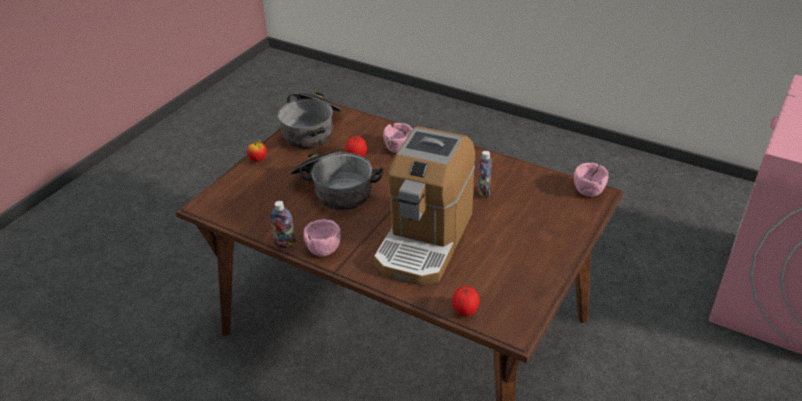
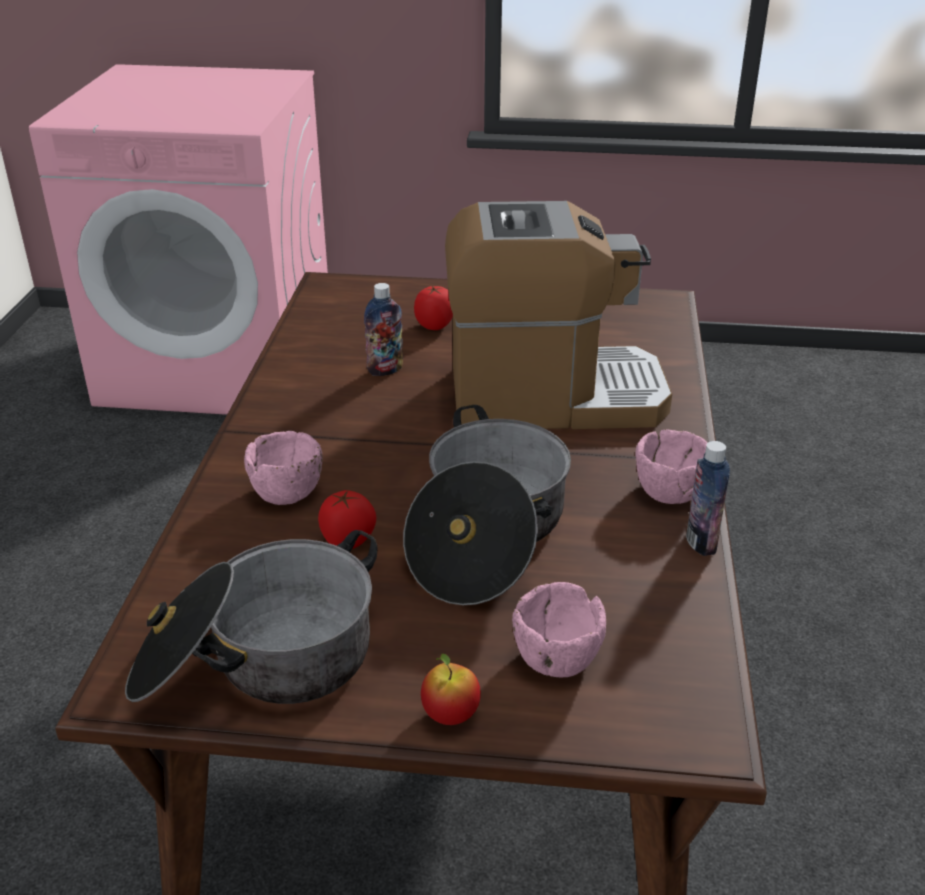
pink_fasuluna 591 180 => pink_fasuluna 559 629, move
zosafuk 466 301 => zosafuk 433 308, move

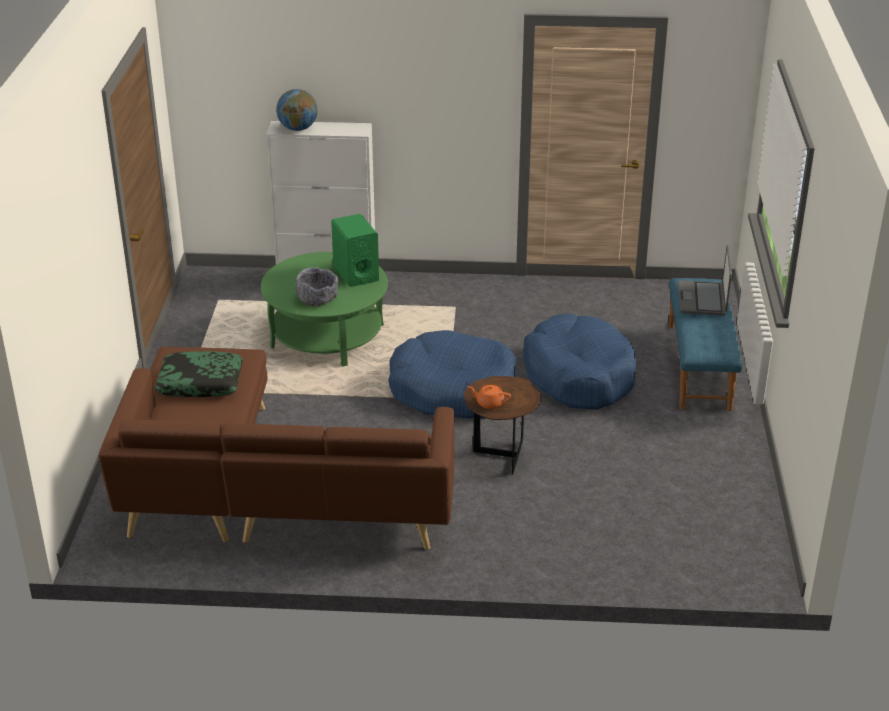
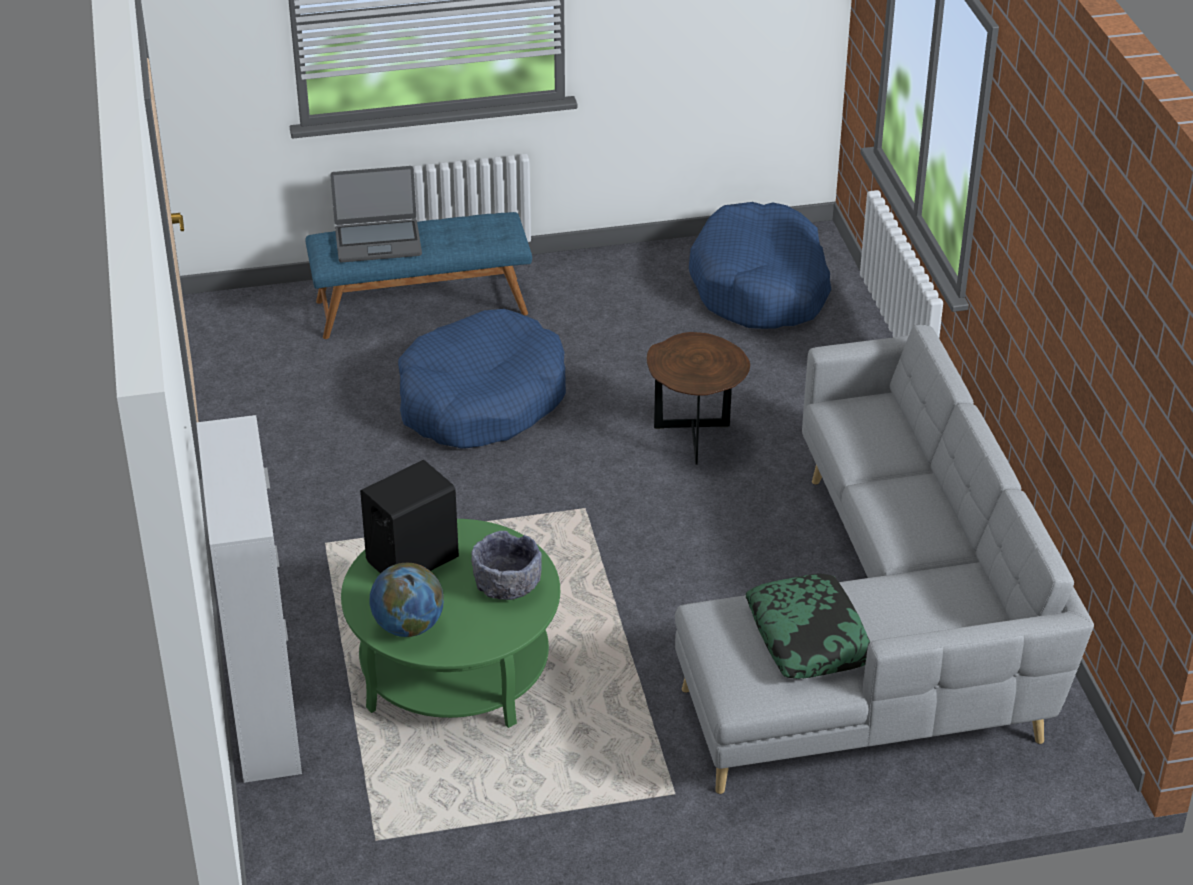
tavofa 297 110 => tavofa 407 600, move
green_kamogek 355 250 => black_kamogek 409 516
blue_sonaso 452 374 => blue_sonaso 760 265, move
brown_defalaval 276 448 => grey_defalaval 884 559
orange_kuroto 489 396 => nothing

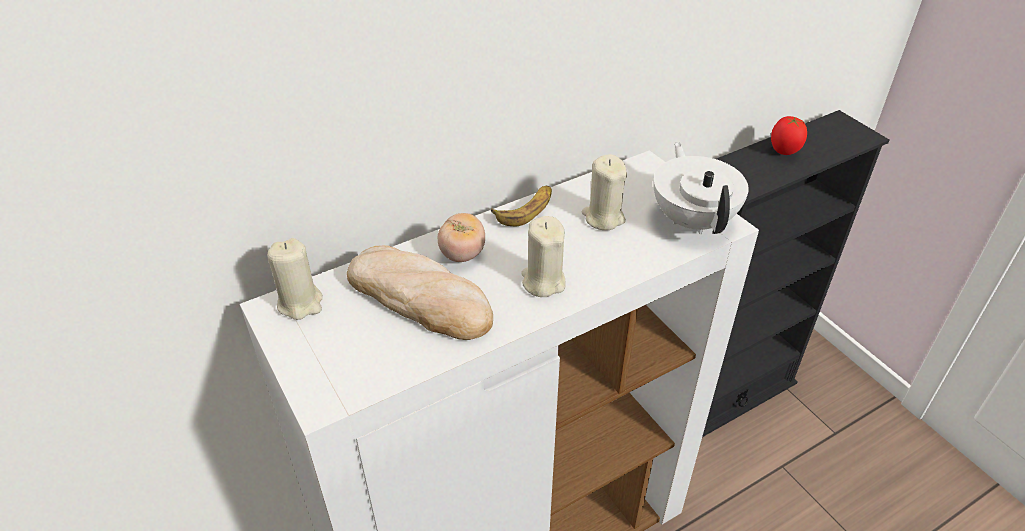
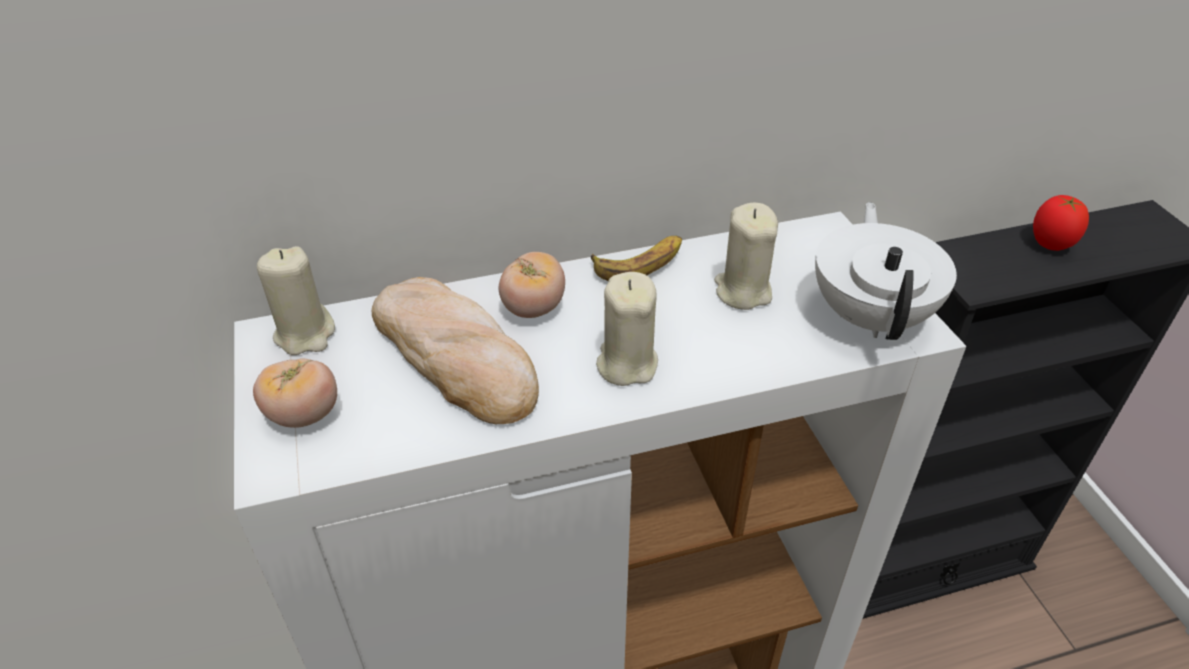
nothing => zosafuk 295 393

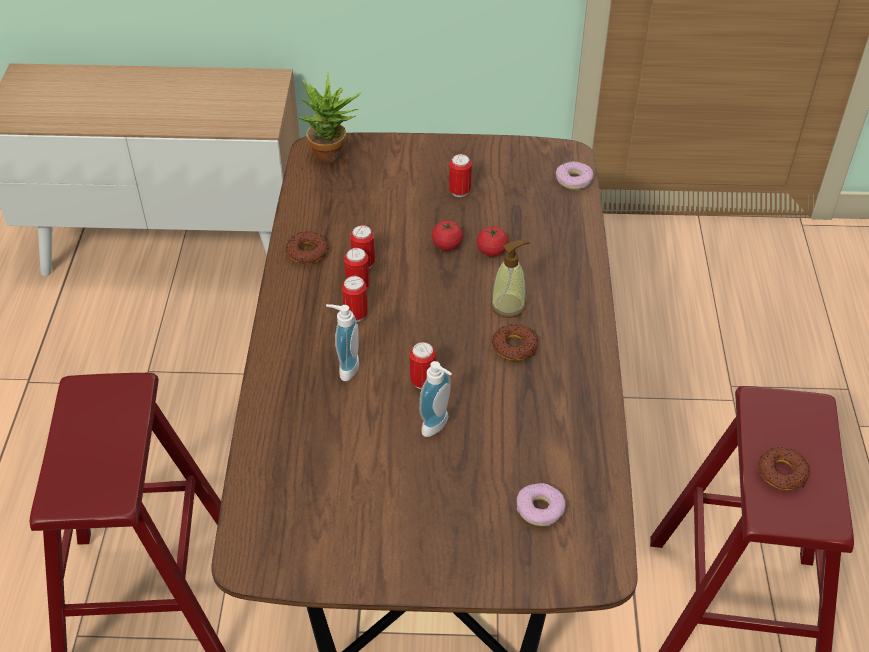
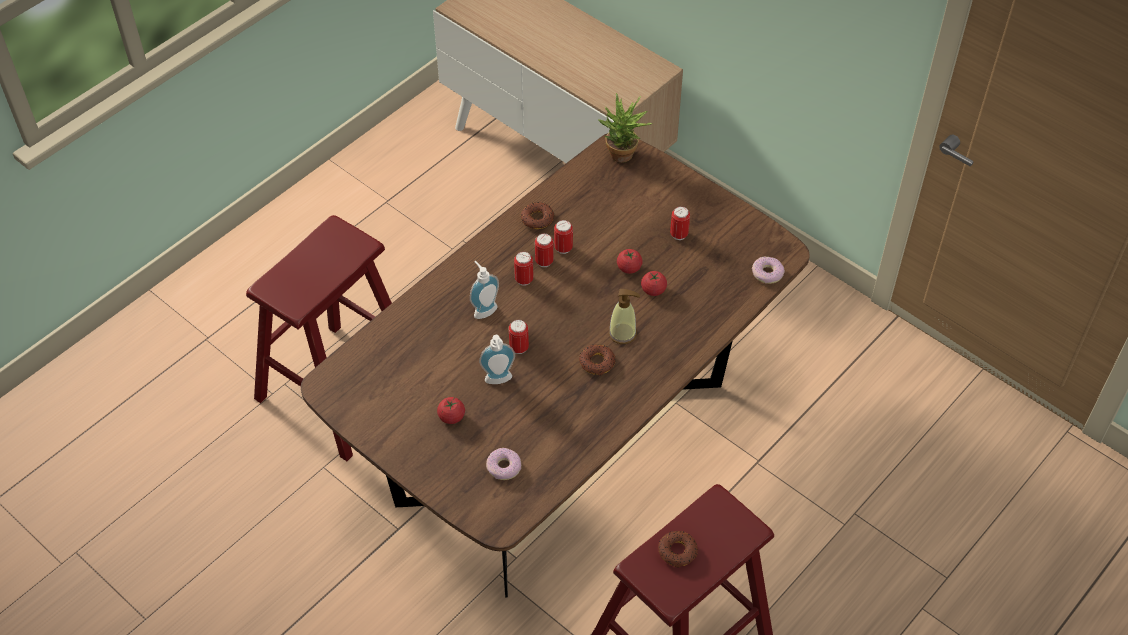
nothing => zosafuk 451 410

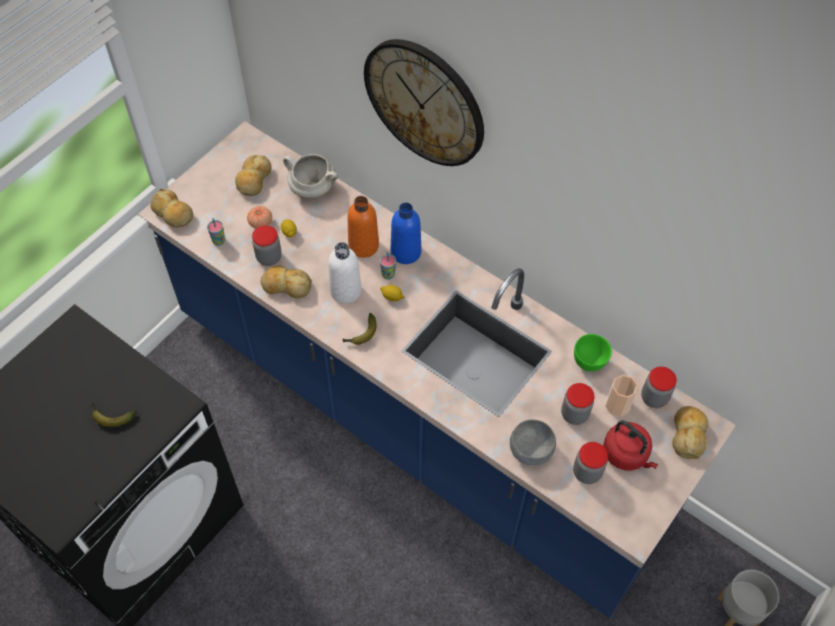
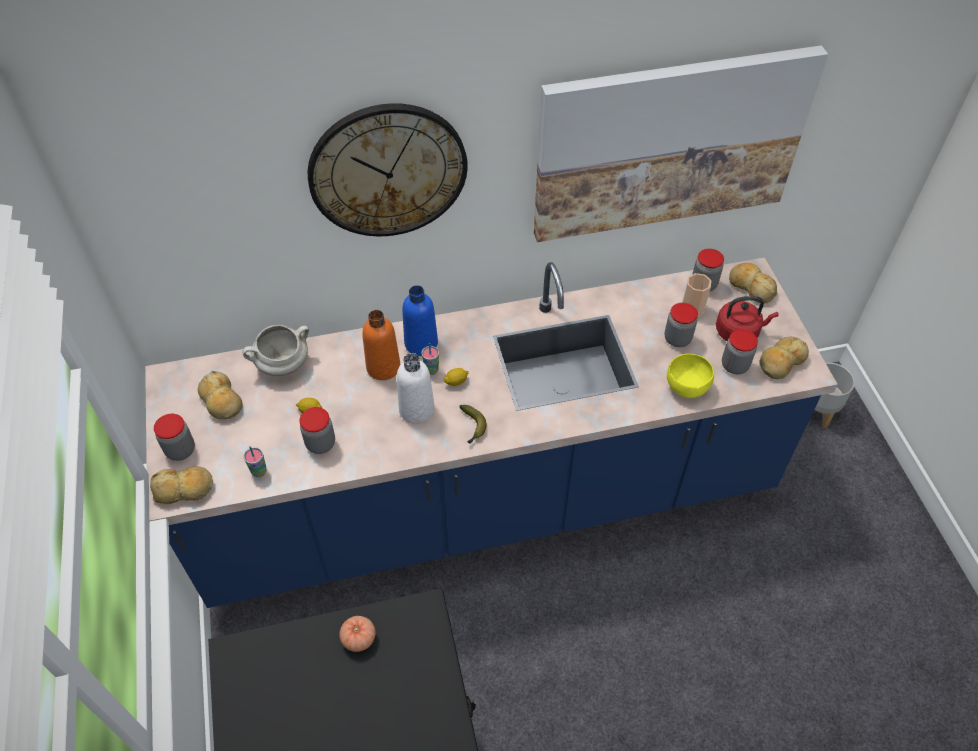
zosafuk 259 217 => zosafuk 357 634, move
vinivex 286 281 => vinivex 784 358, move
green_fasuluna 593 352 => nothing
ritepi 114 415 => nothing
grey_fasuluna 533 442 => yellow_fasuluna 690 376
nothing => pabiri 681 144
nothing => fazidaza 174 437

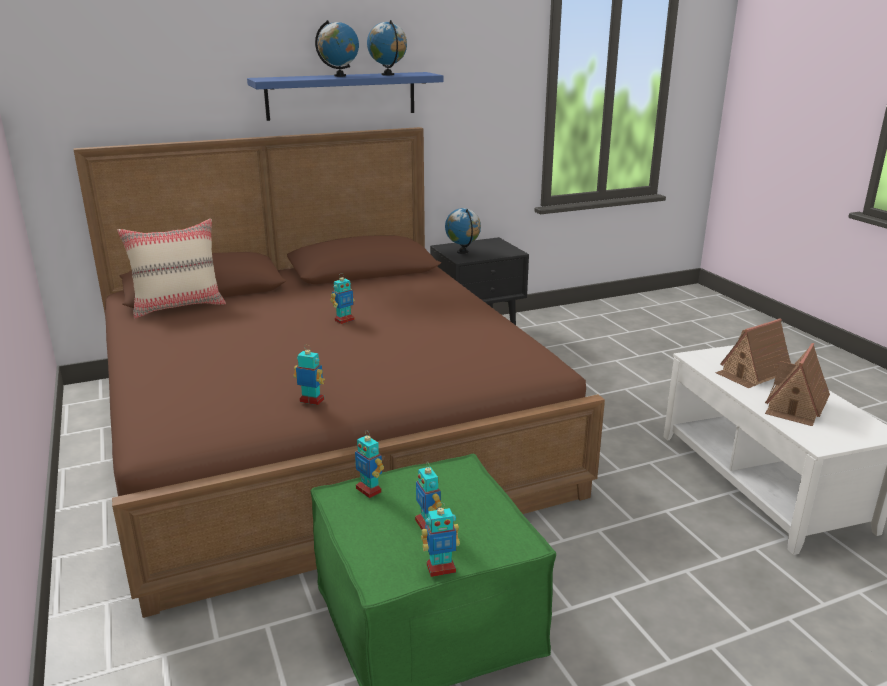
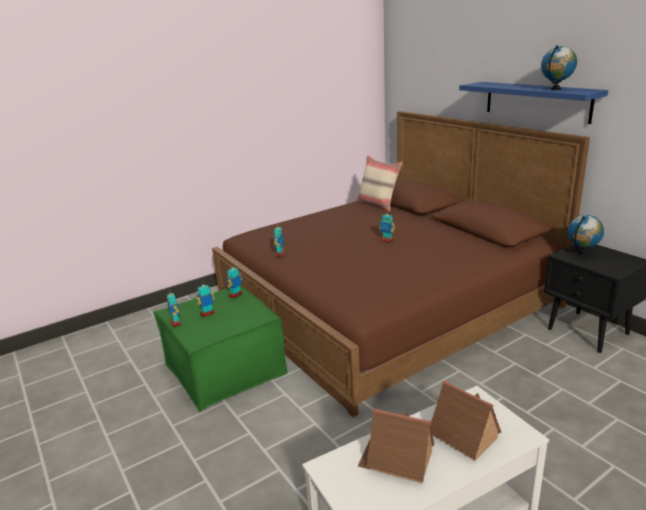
tavofa 337 48 => nothing

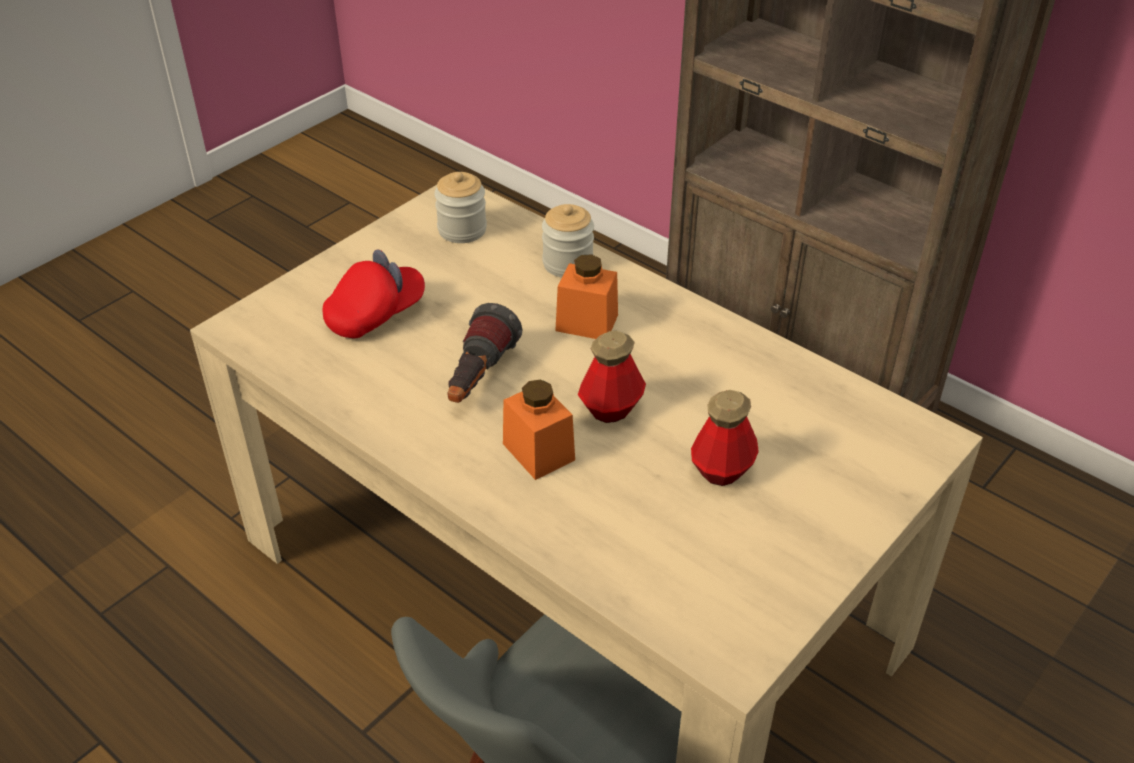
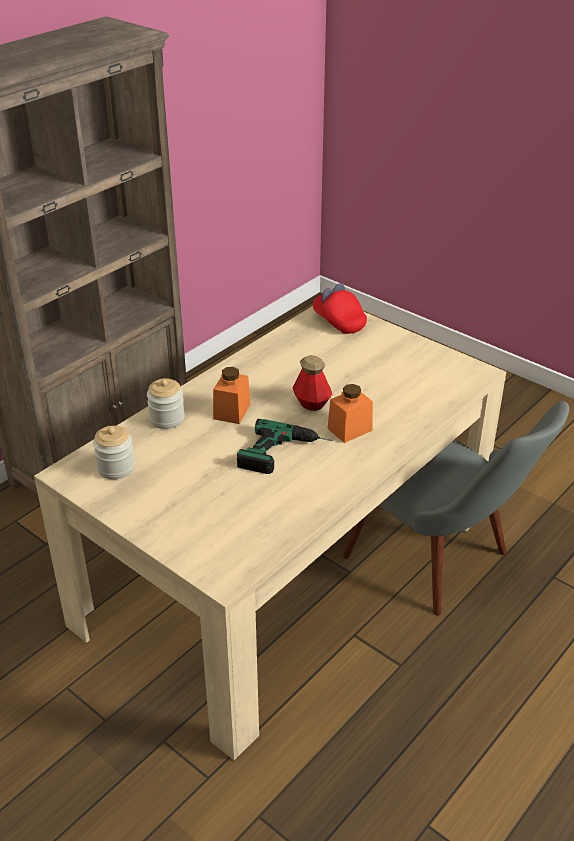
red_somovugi 373 293 => red_somovugi 340 309, move
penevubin 484 353 => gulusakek 285 446
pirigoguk 725 438 => nothing

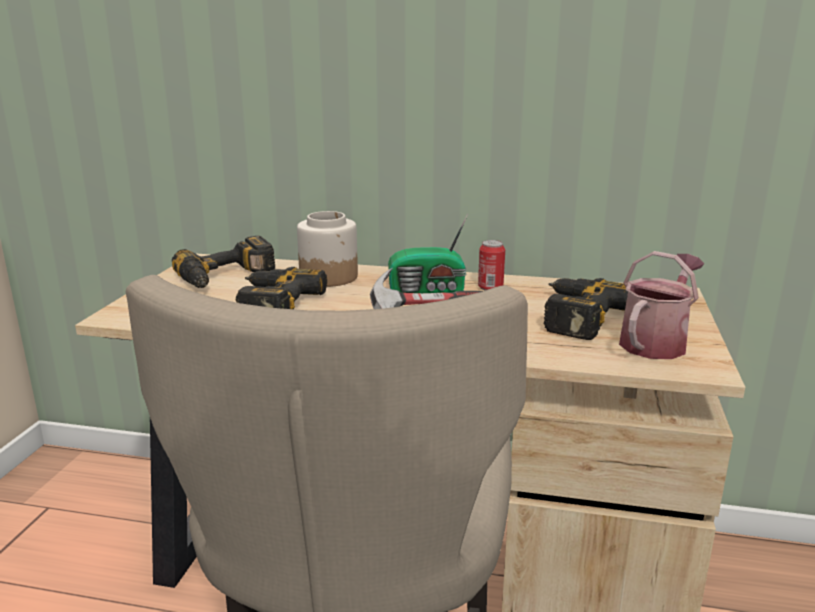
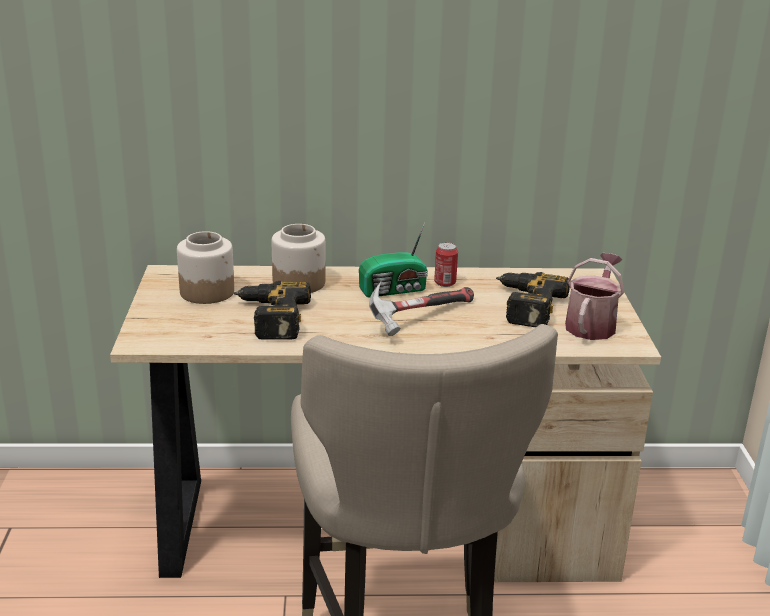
gulusakek 223 262 => fazidaza 205 267

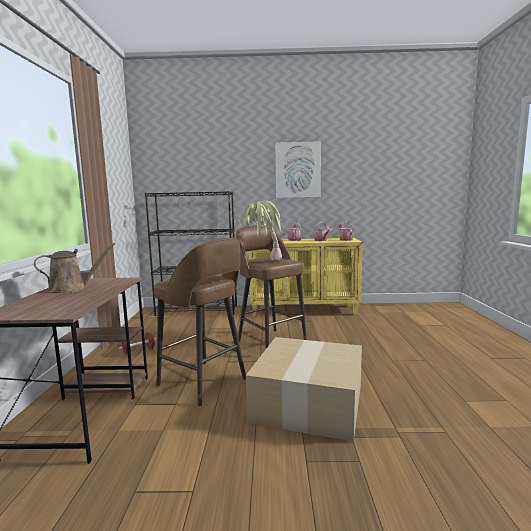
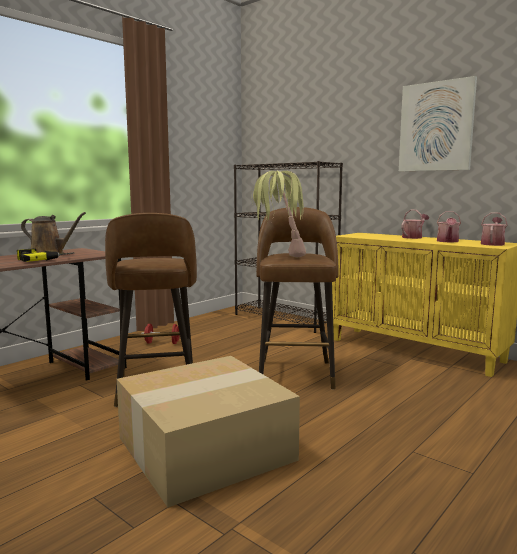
nothing => gulusakek 45 255

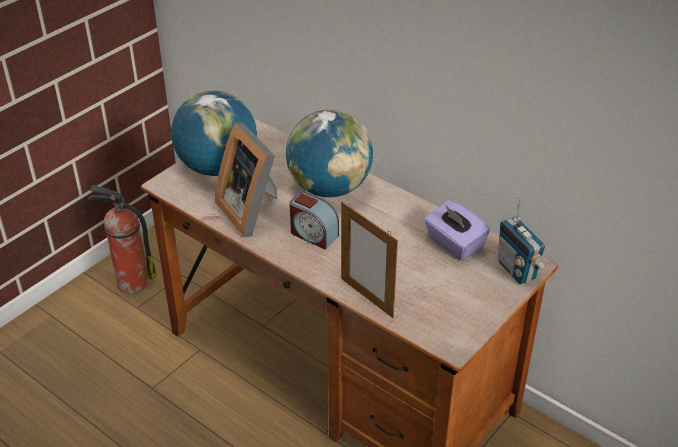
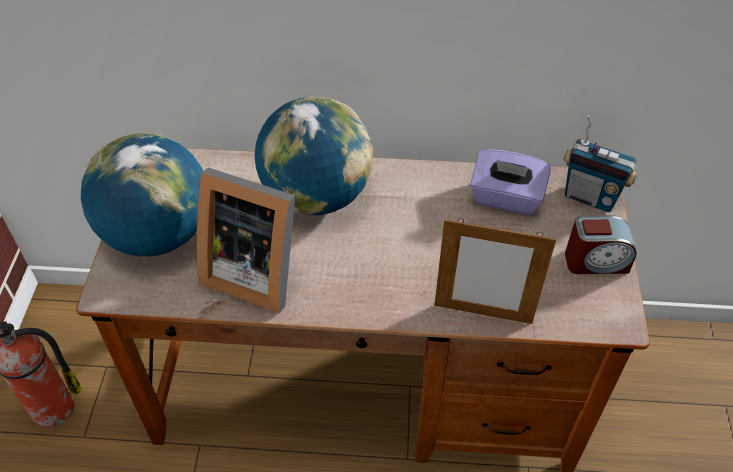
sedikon 314 220 => sedikon 601 244, move

